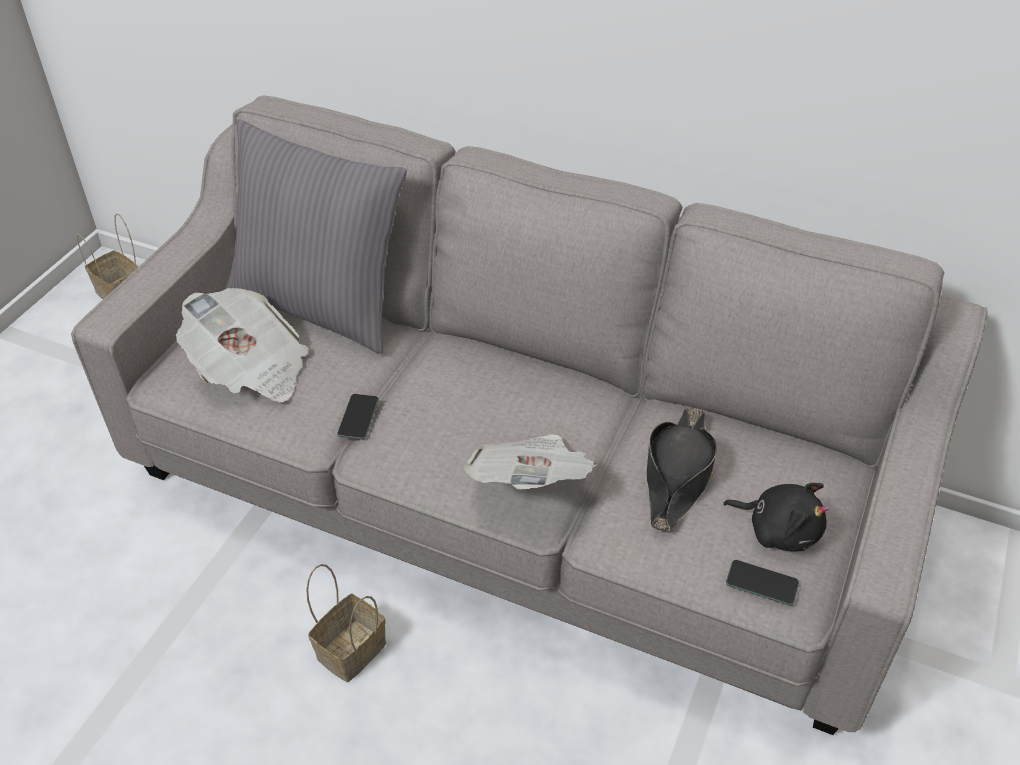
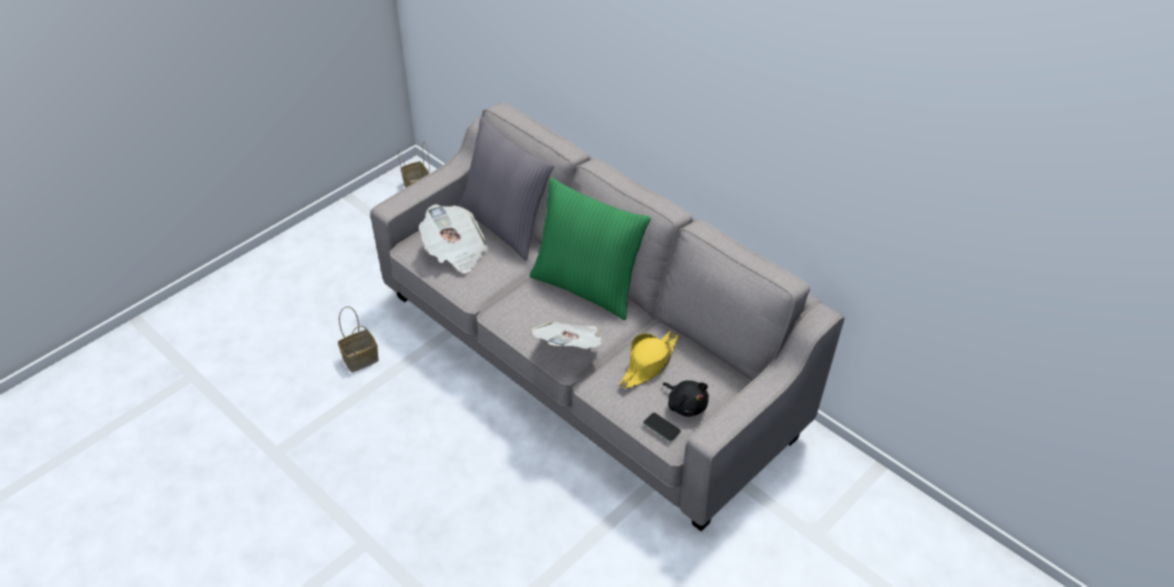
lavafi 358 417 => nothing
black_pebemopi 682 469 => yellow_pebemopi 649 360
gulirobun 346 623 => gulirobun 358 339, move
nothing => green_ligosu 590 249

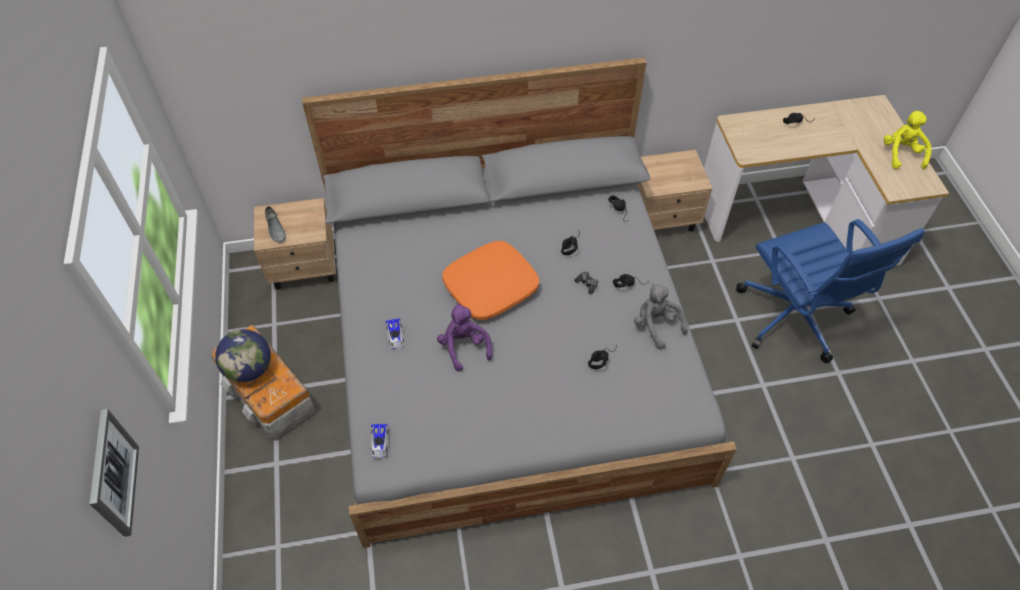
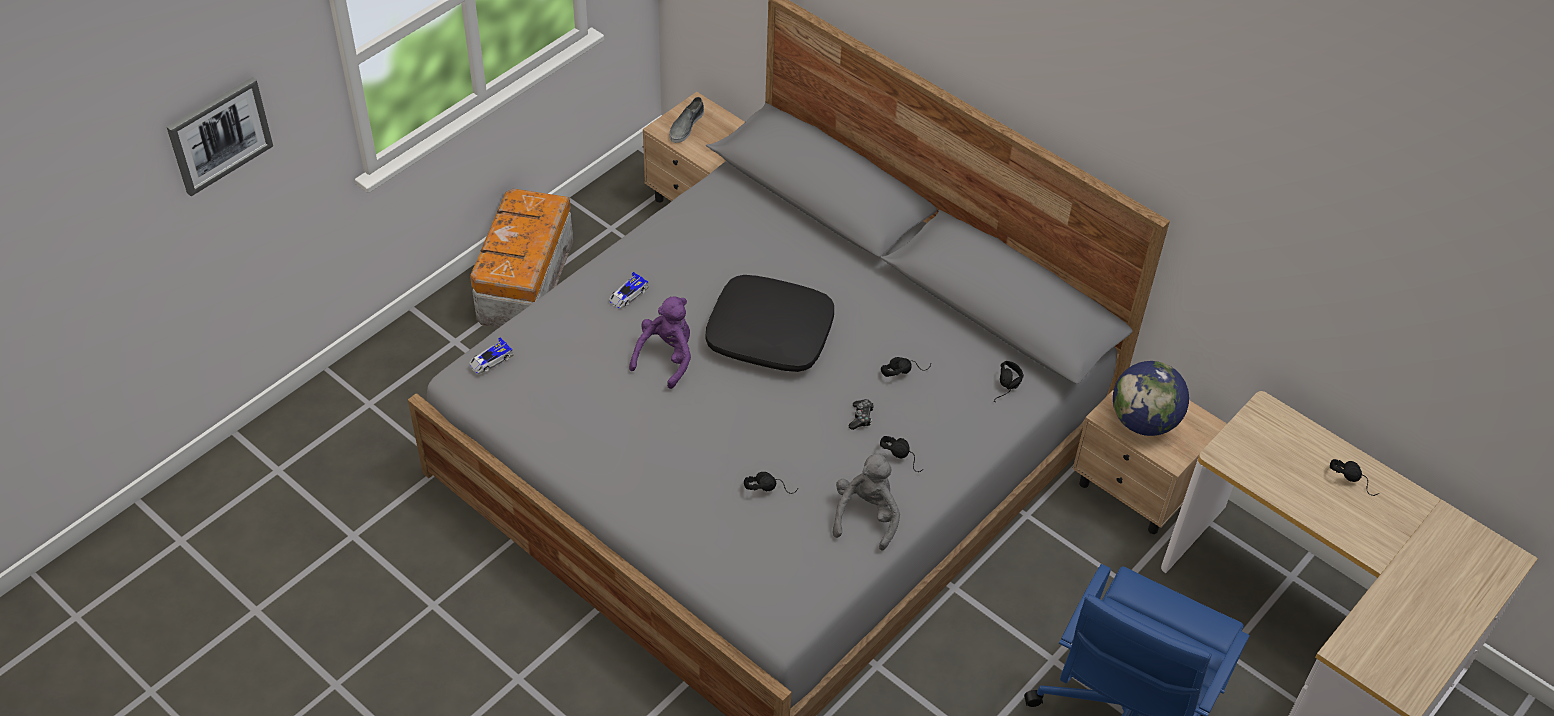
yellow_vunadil 908 140 => nothing
orange_ligosu 490 280 => black_ligosu 769 323
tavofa 243 355 => tavofa 1151 398, move

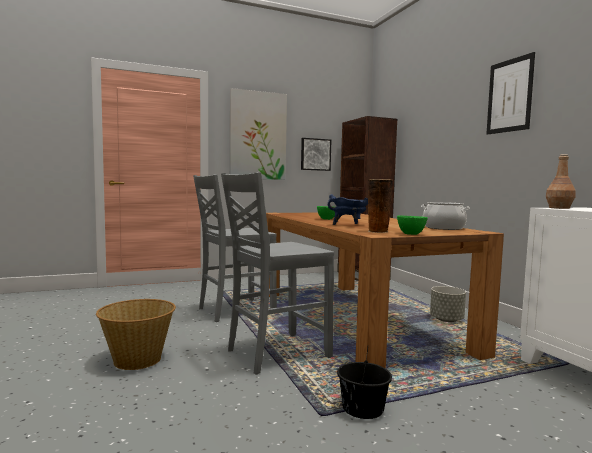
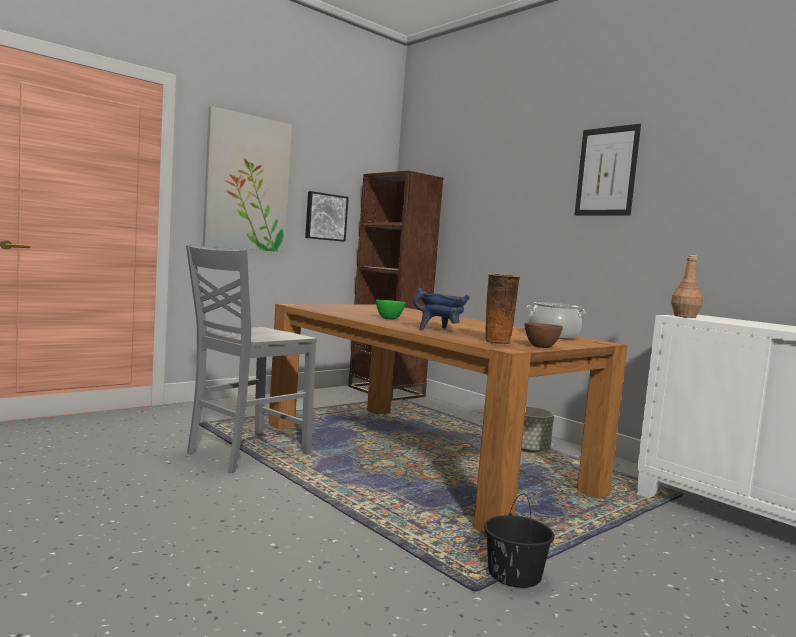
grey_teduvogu 277 273 => nothing
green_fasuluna 412 225 => brown_fasuluna 544 335
gulirobun 136 334 => nothing

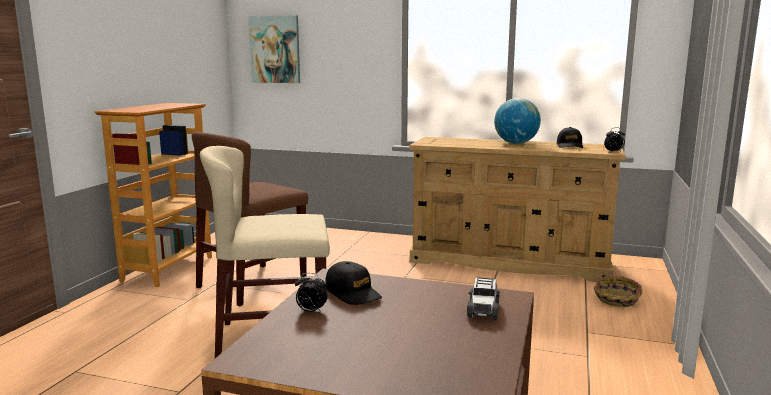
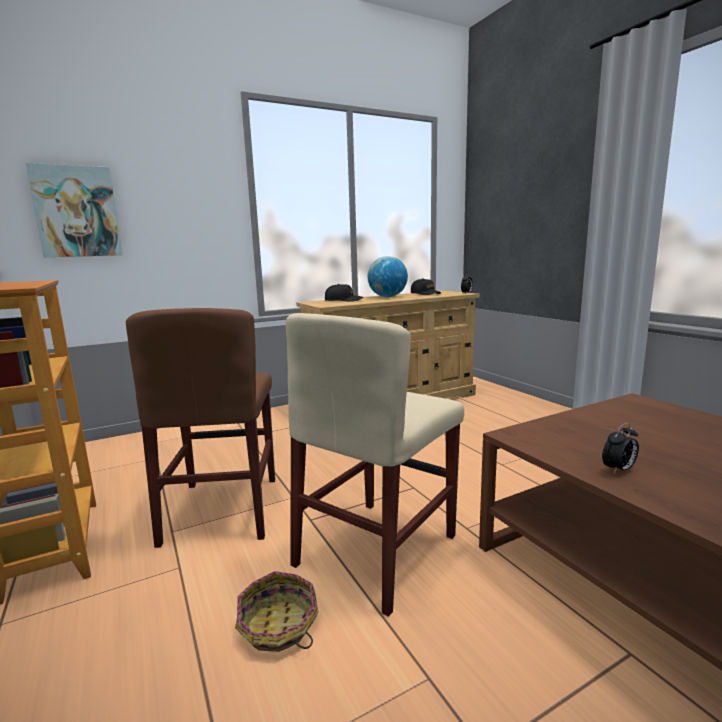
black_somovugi 353 283 => black_somovugi 344 293, move
gulirobun 618 291 => gulirobun 276 611, move
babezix 483 298 => nothing

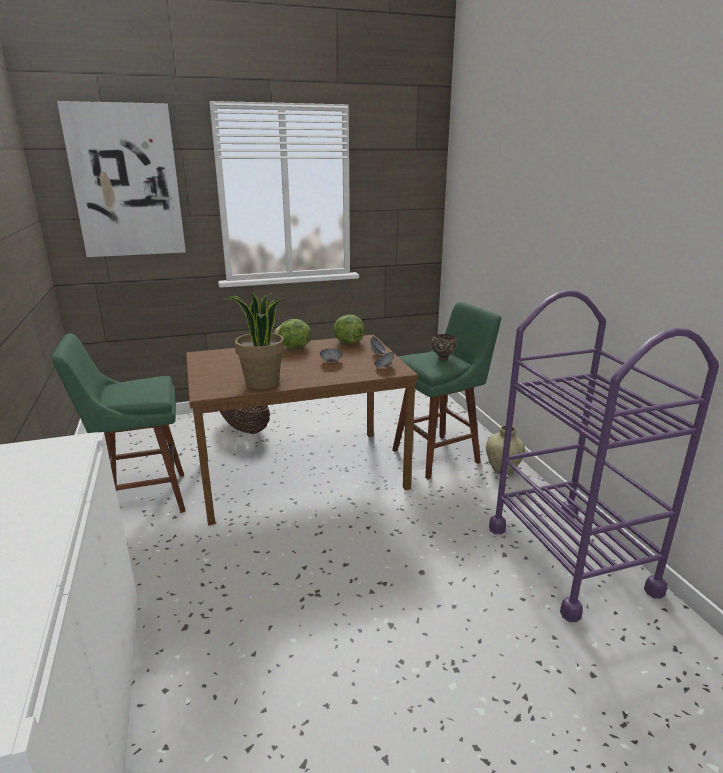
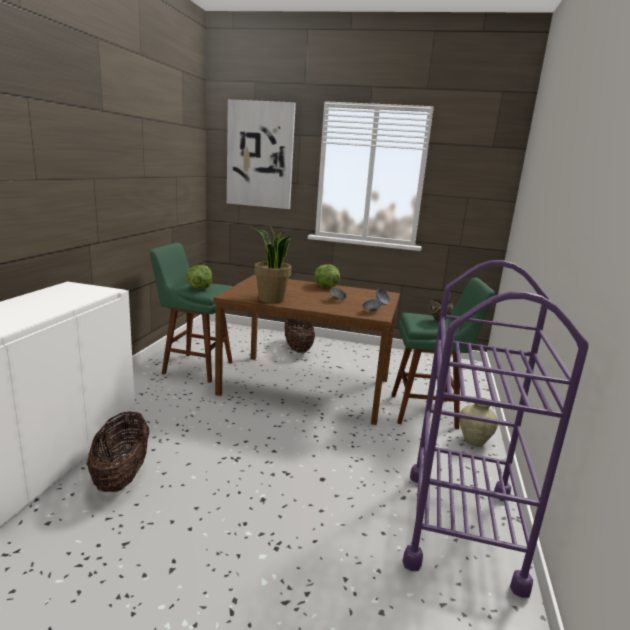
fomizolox 349 329 => fomizolox 199 277, move
nothing => gulirobun 118 452

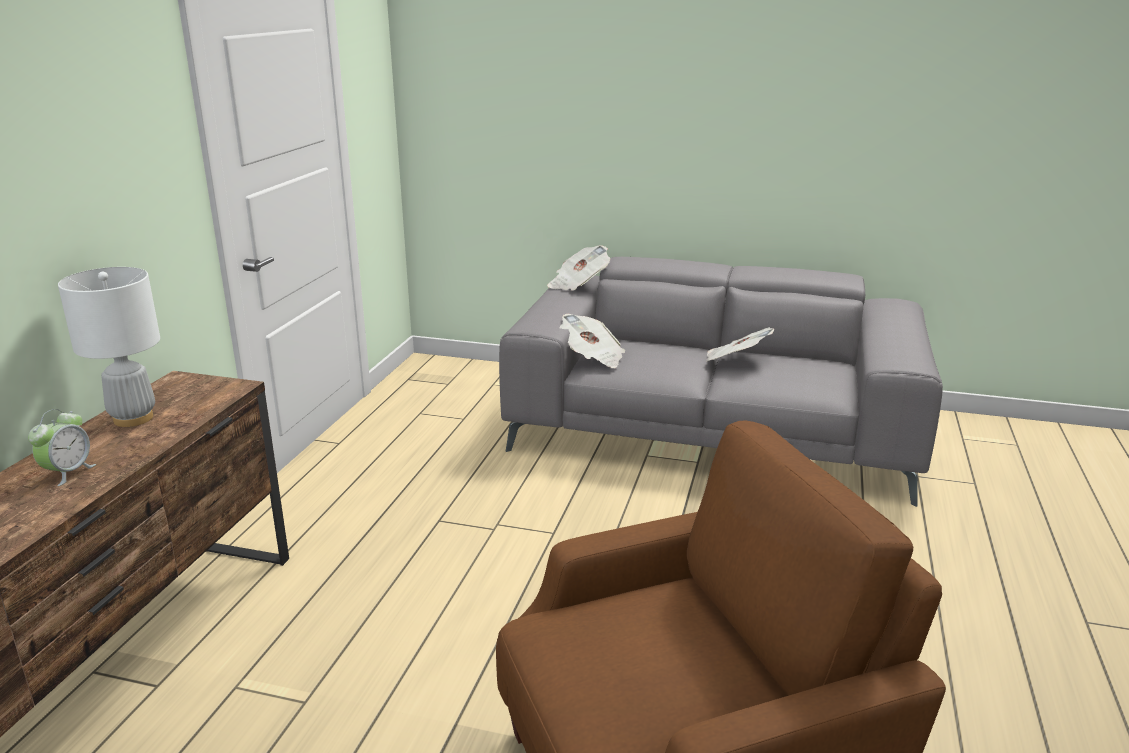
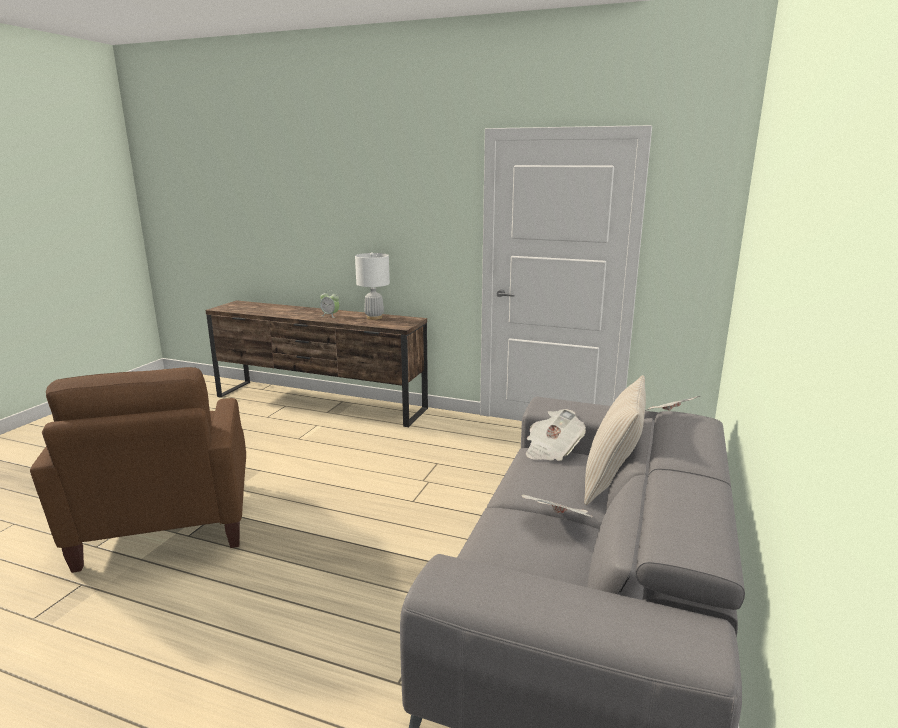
nothing => beige_ligosu 615 440

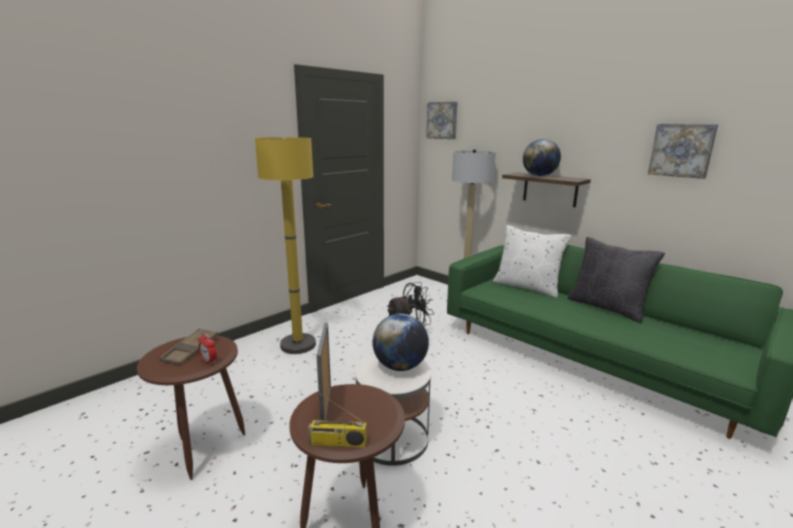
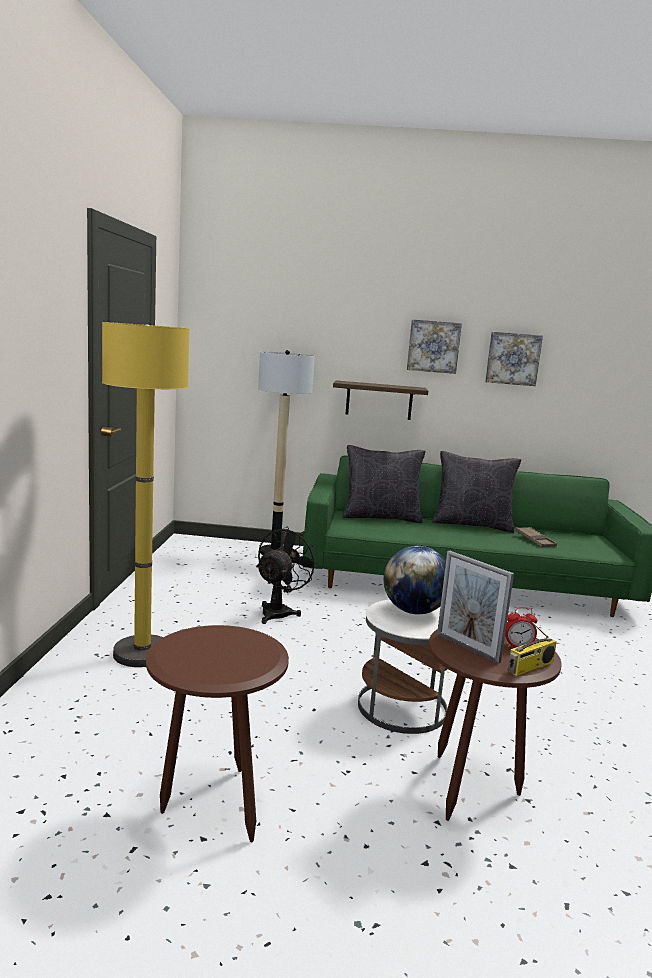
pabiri 442 120 => pabiri 434 346, move
tavofa 542 157 => nothing
white_ligosu 532 261 => black_ligosu 383 484
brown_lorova 189 346 => brown_lorova 536 537, move
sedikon 207 349 => sedikon 521 627, move

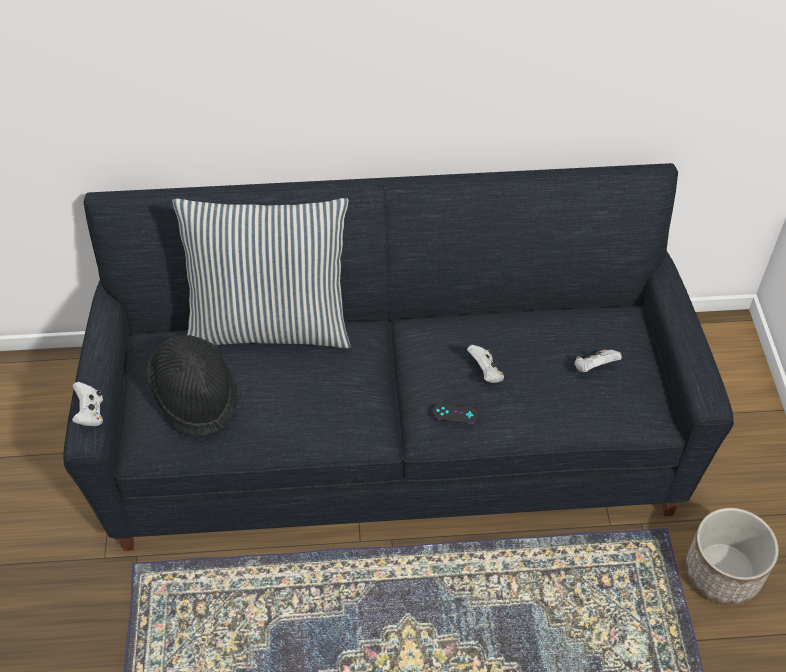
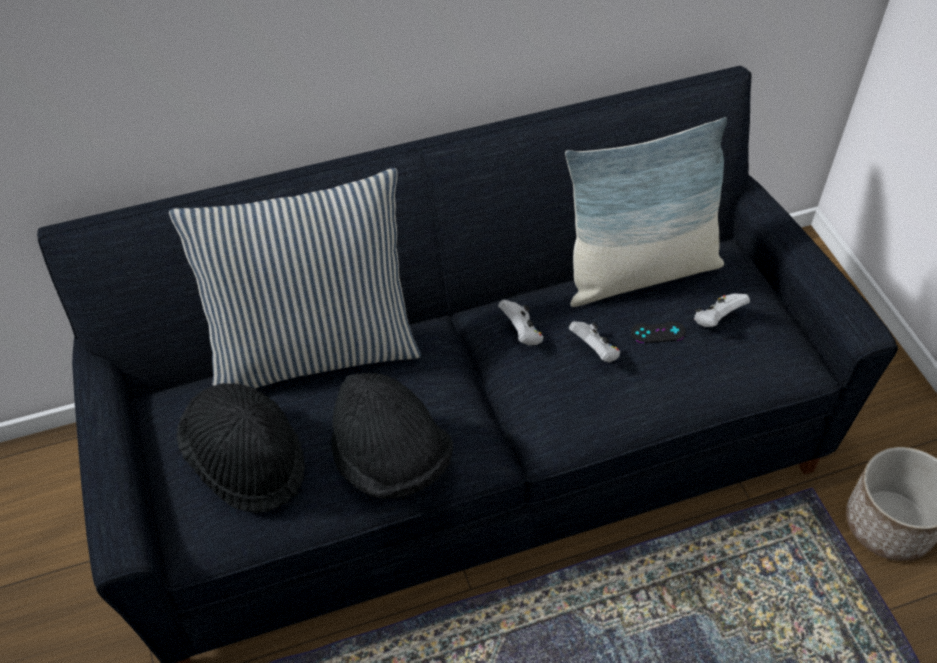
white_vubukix 87 404 => white_vubukix 520 322, move
black_vubukix 456 413 => black_vubukix 658 332, move
nothing => ligosu 646 212
nothing => black_pebemopi 392 436

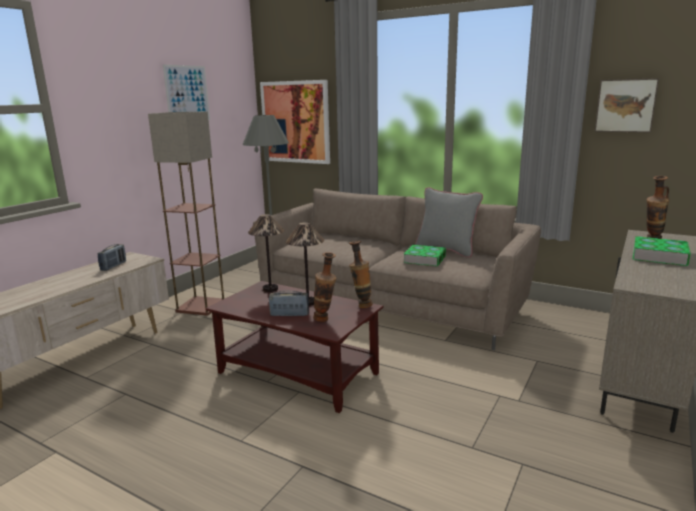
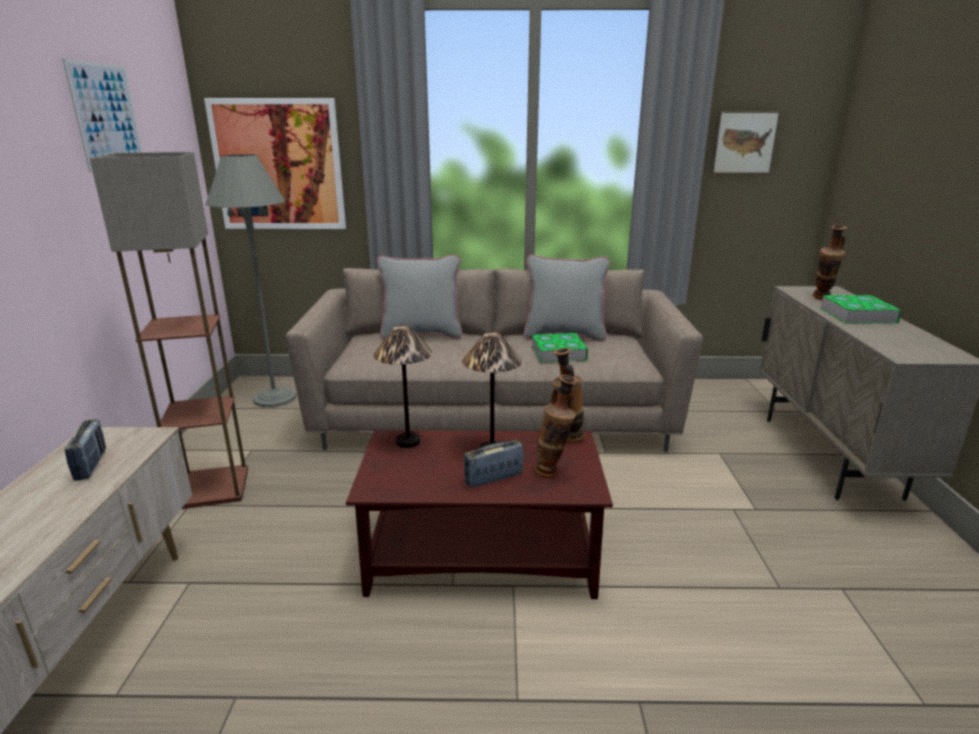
nothing => grey_ligosu 419 297

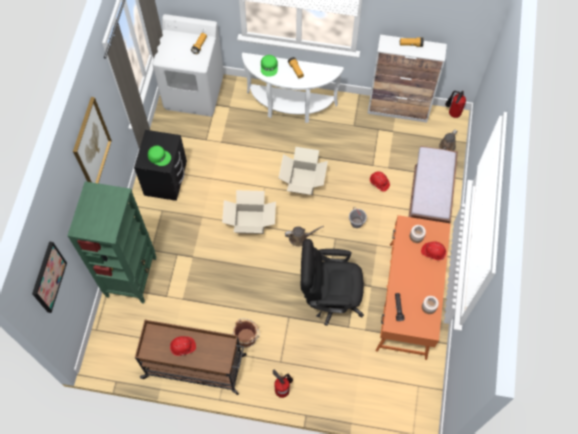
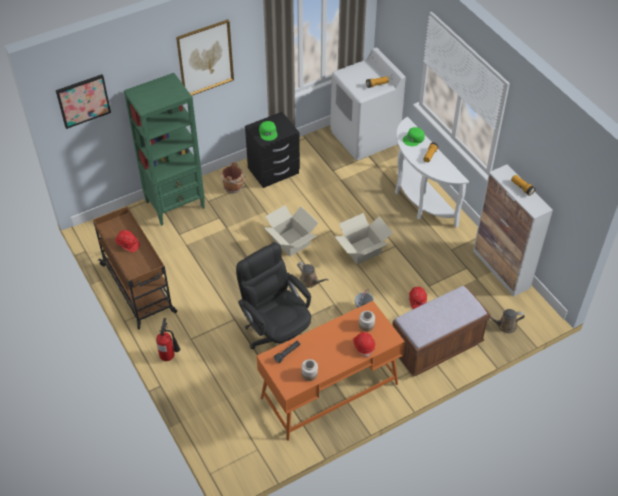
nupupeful 455 104 => nothing
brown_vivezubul 246 333 => brown_vivezubul 233 177, move

